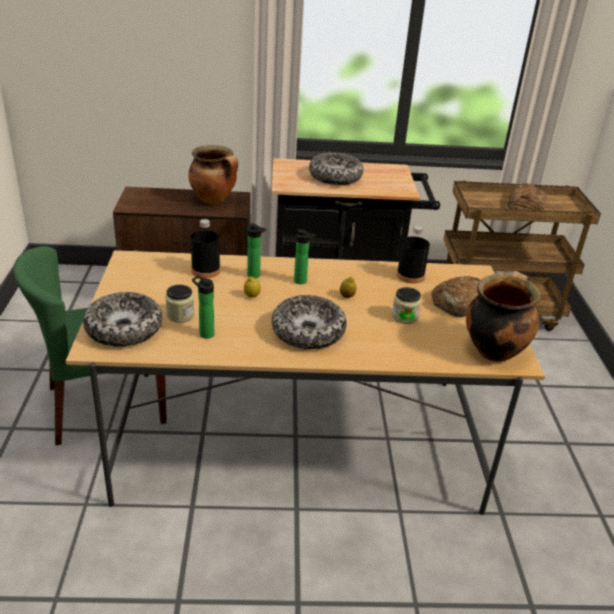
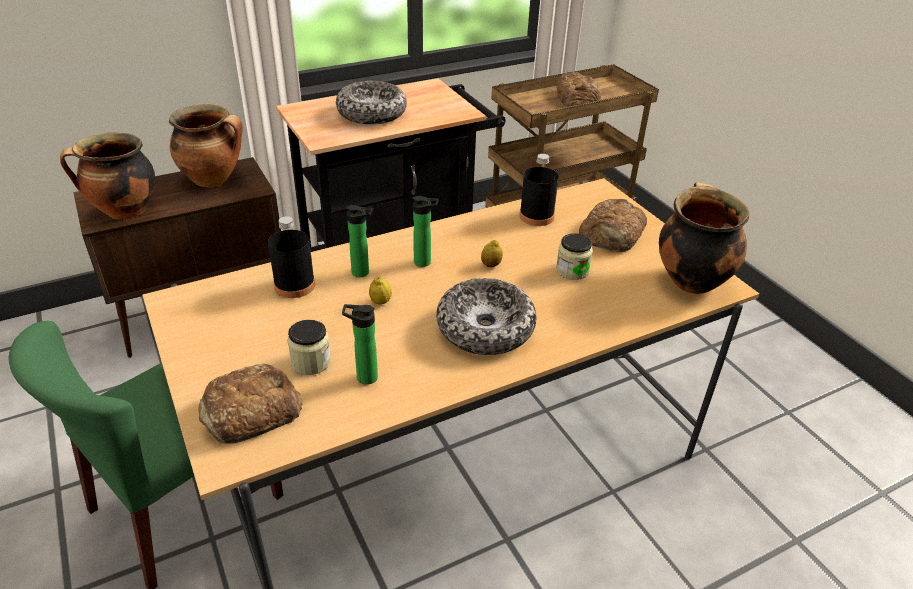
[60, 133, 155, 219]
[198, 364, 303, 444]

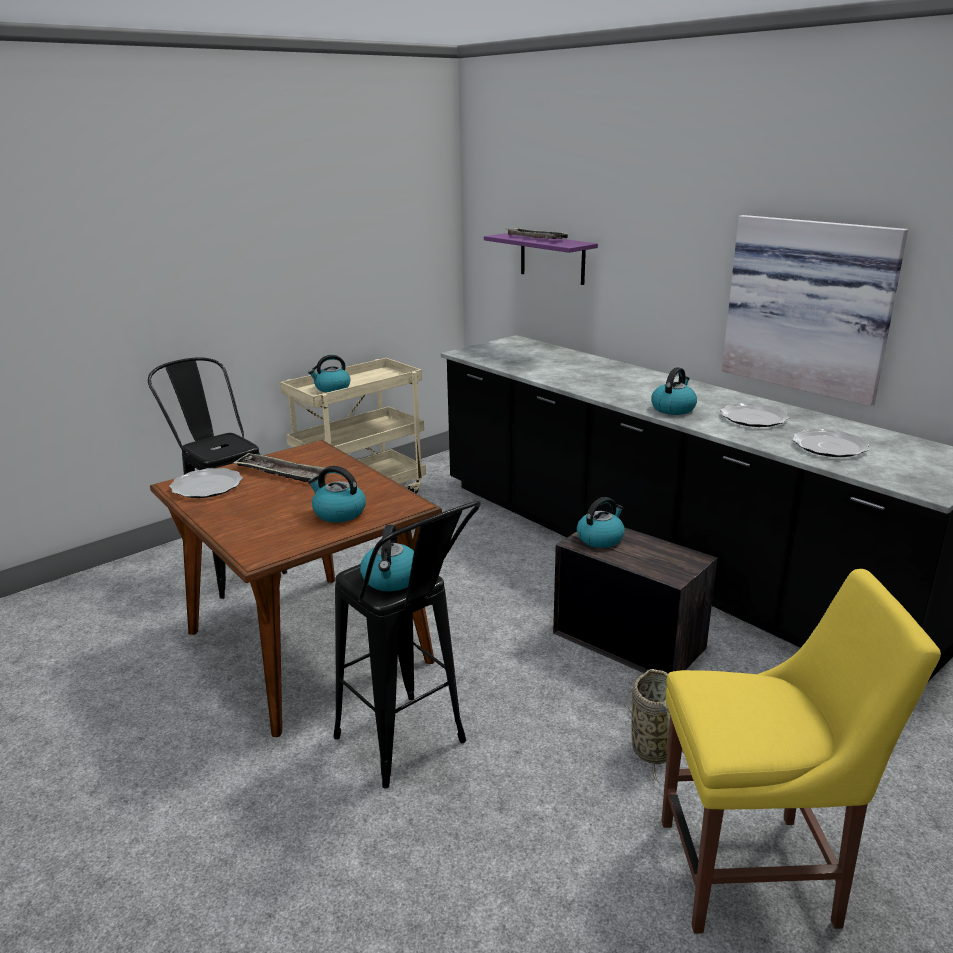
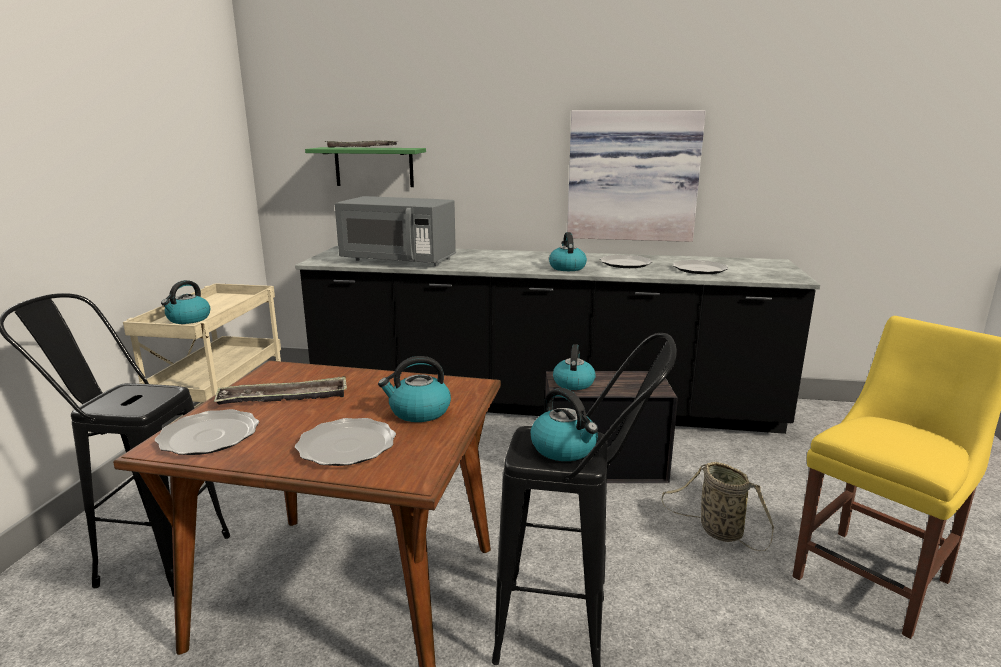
[295, 418, 396, 466]
[335, 196, 456, 266]
[305, 147, 426, 187]

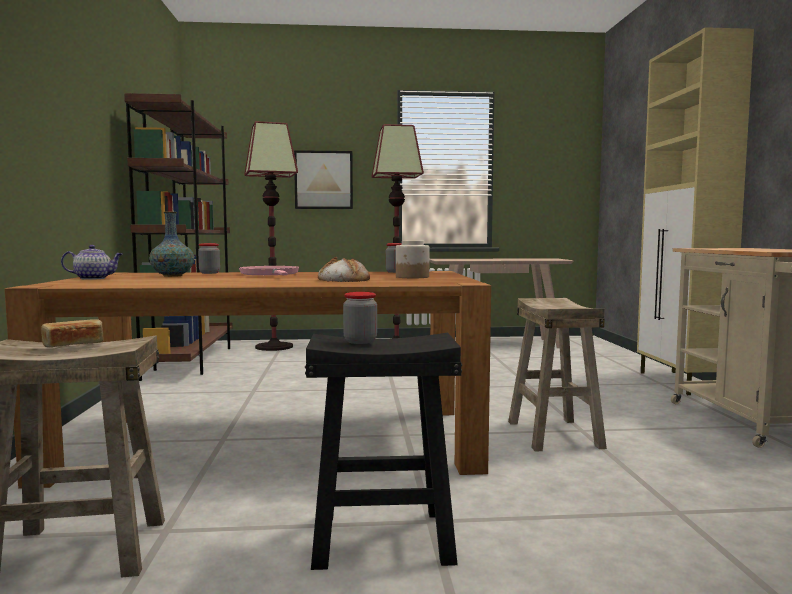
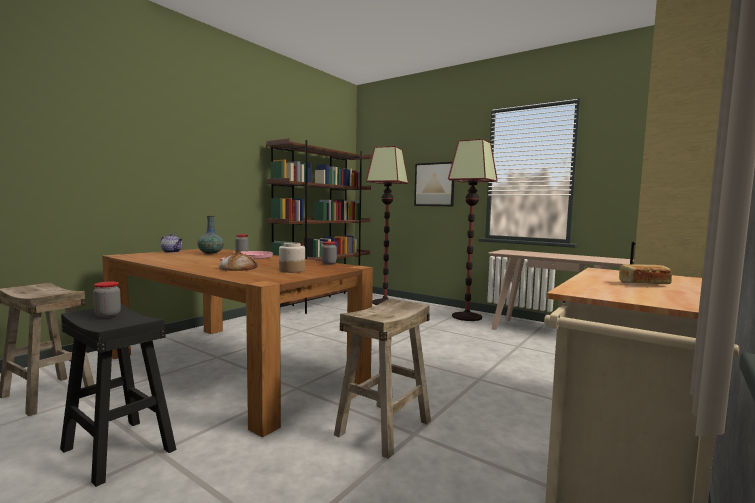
[619, 264, 672, 284]

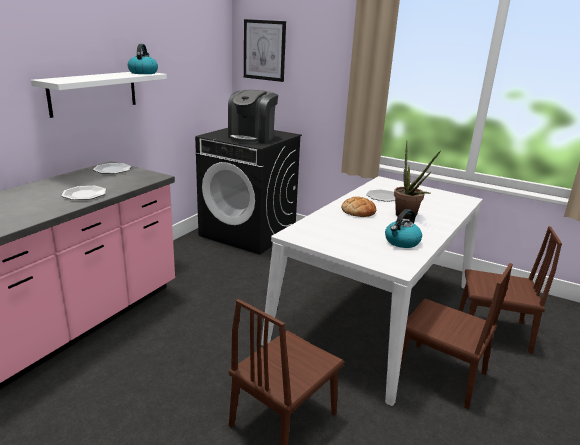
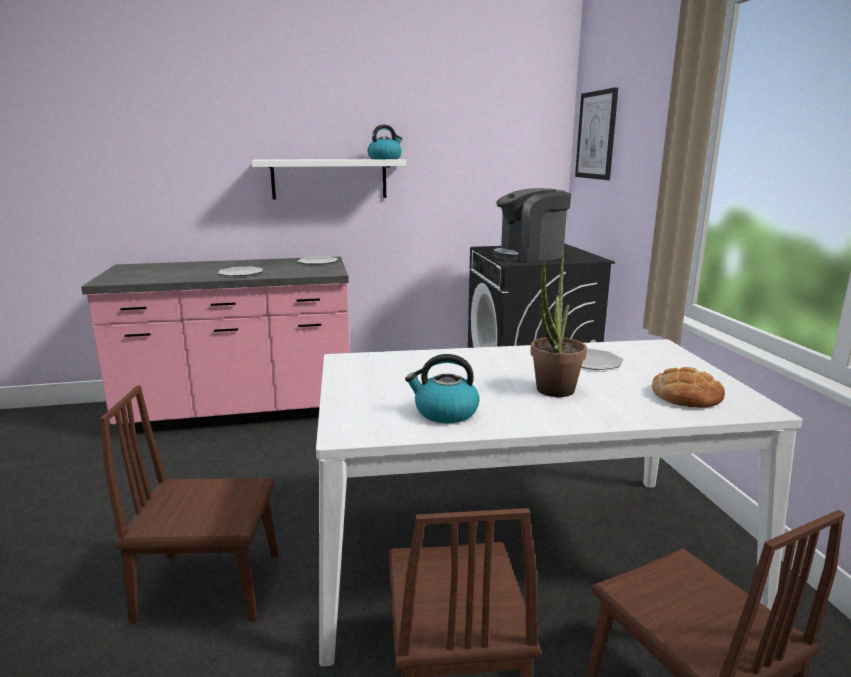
[652, 367, 725, 408]

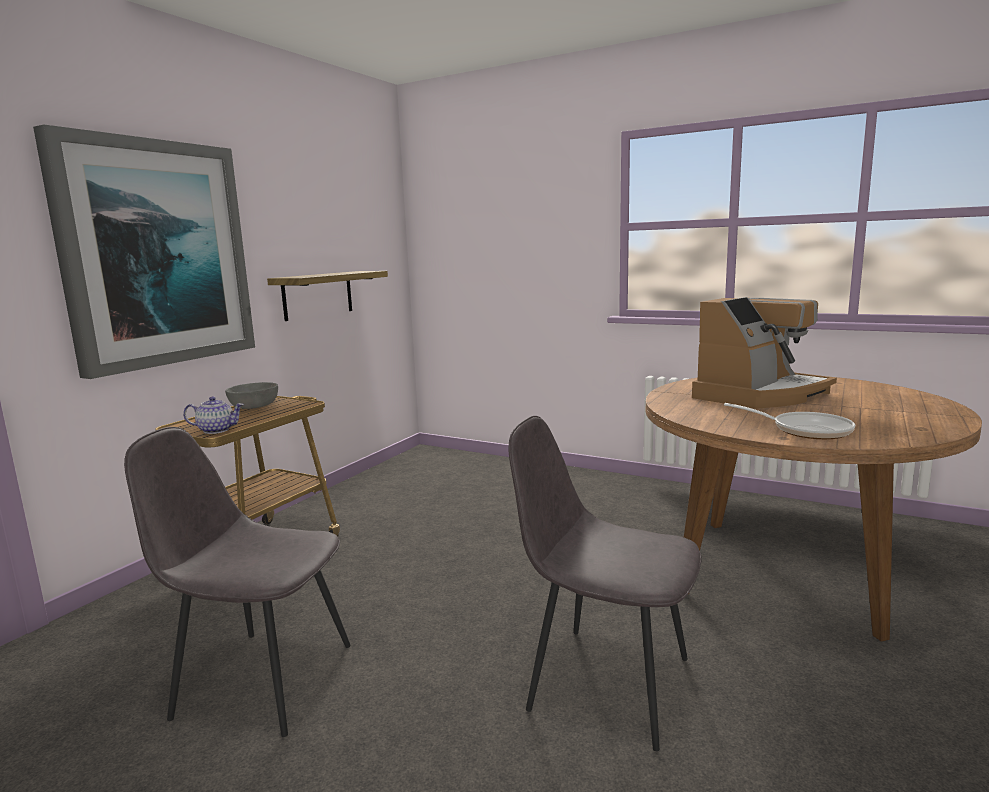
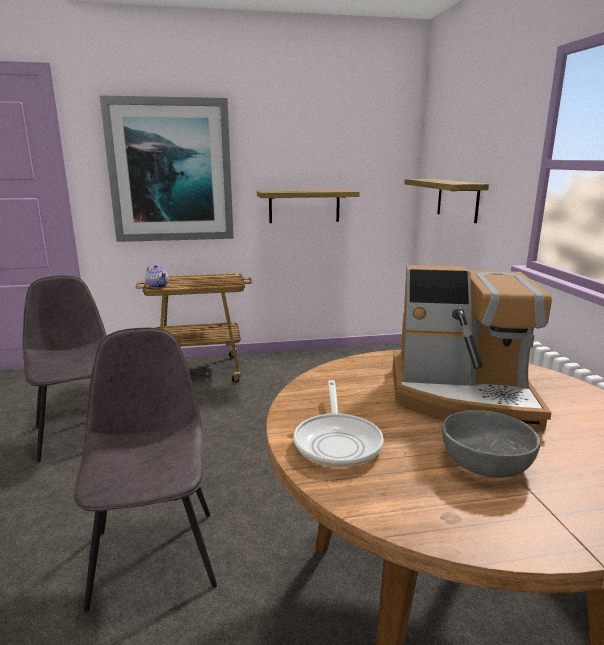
[404, 179, 489, 223]
[442, 410, 541, 478]

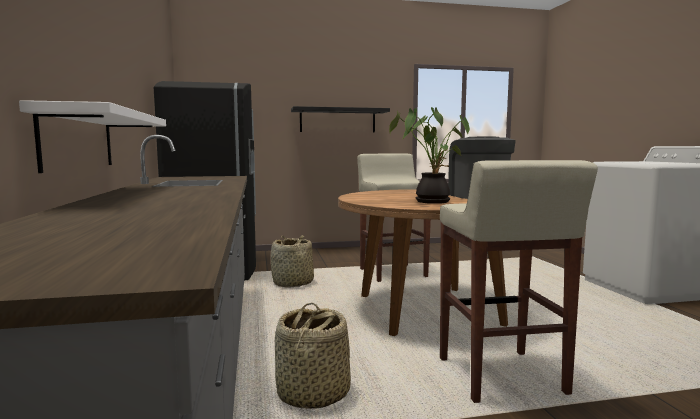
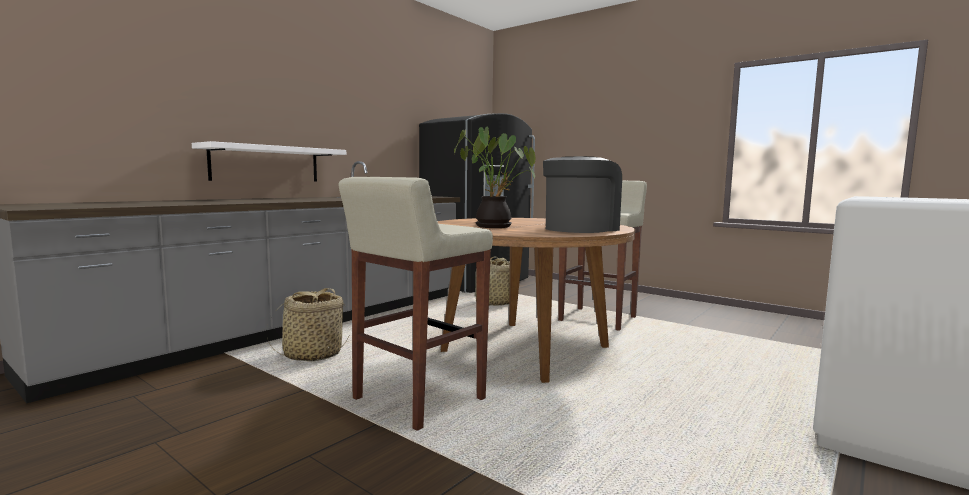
[291, 106, 390, 133] (first image)

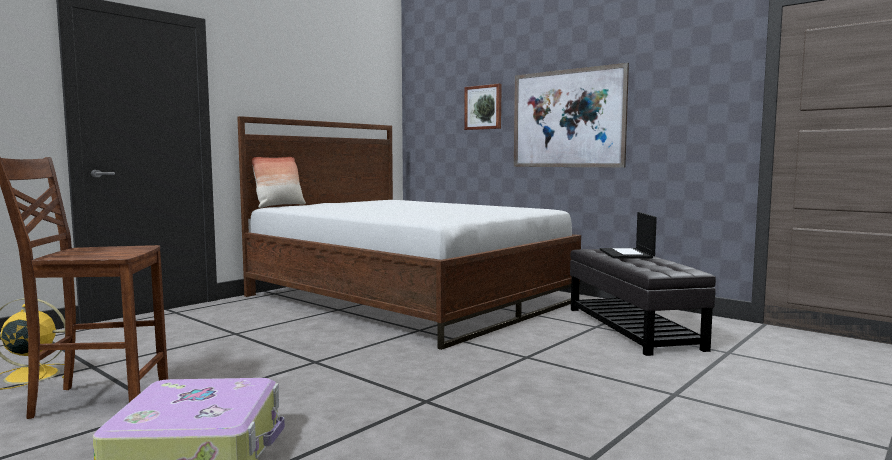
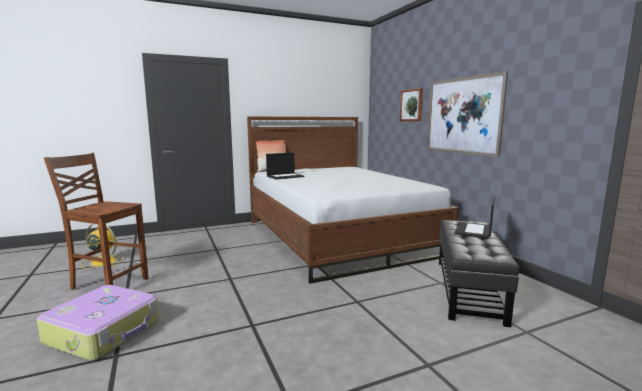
[266, 153, 304, 179]

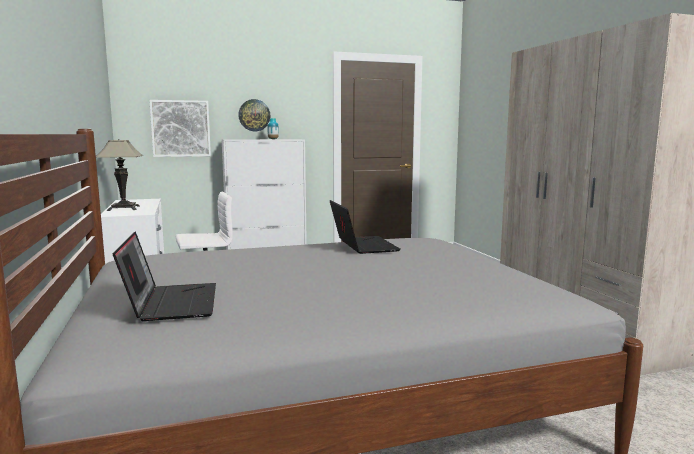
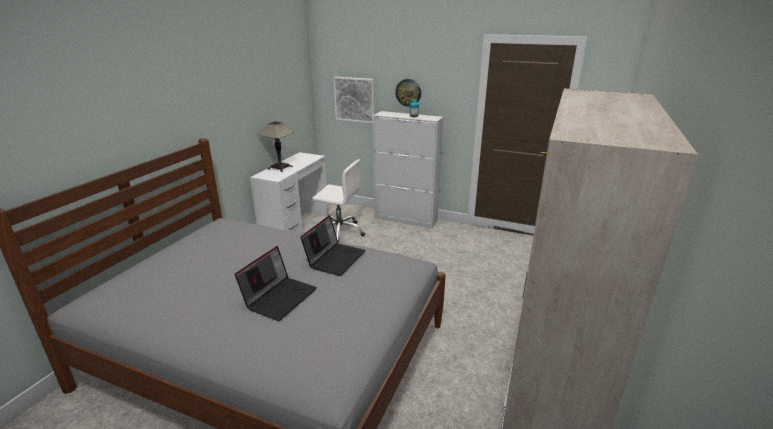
[235, 246, 317, 321]

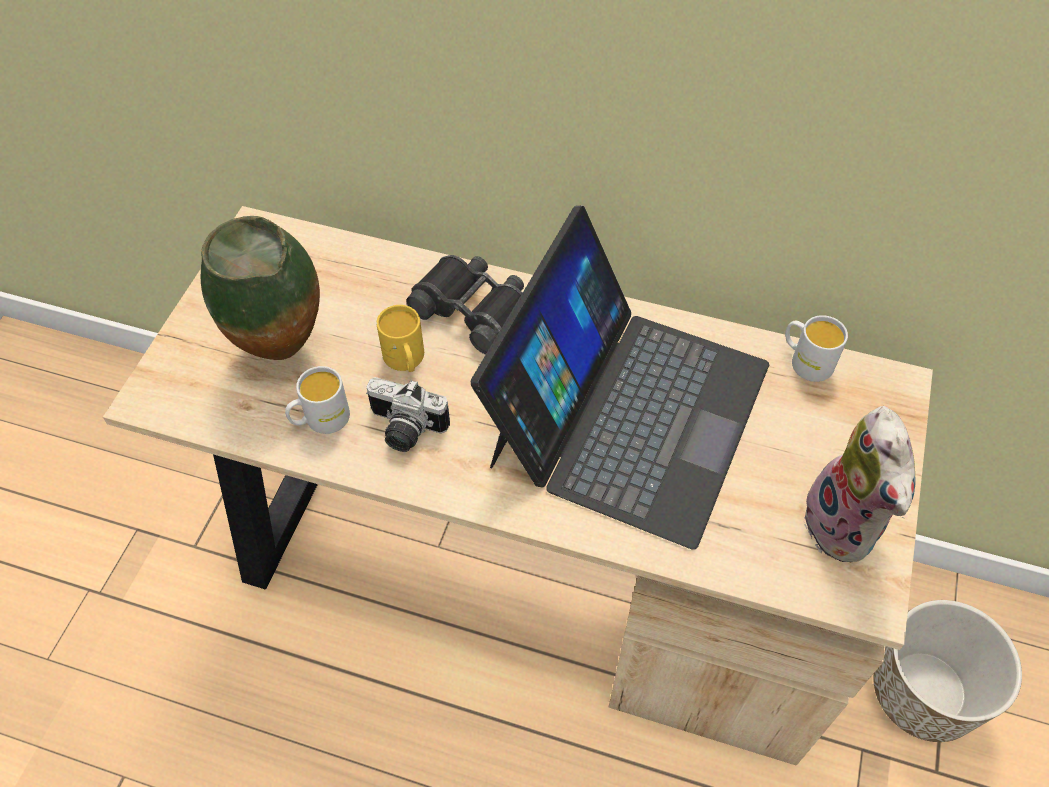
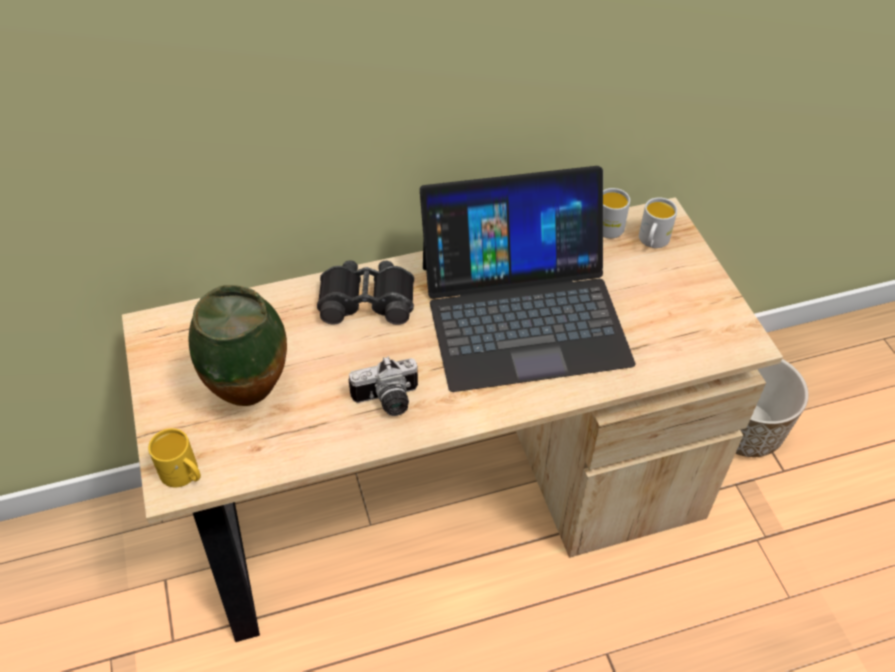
[804, 406, 916, 562] (first image)
[639, 197, 677, 248]
[148, 428, 201, 487]
[420, 166, 636, 392]

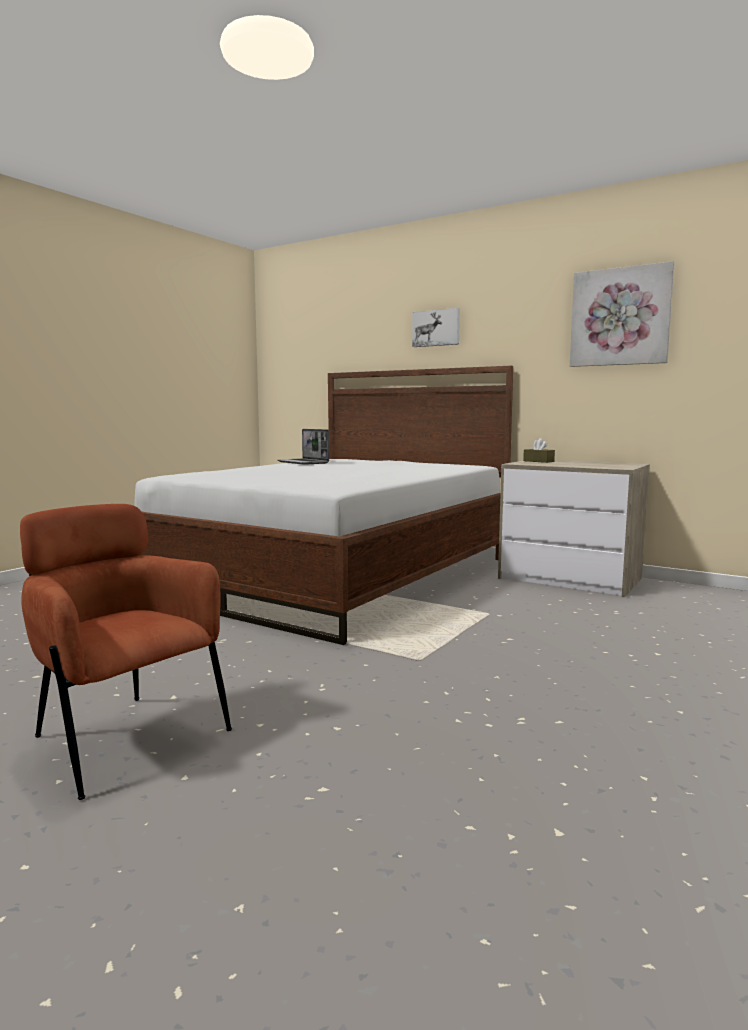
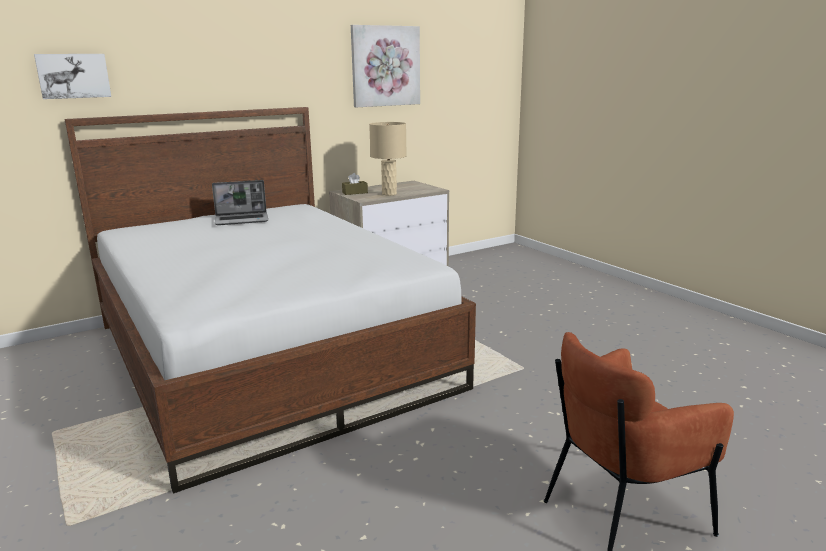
[369, 122, 407, 195]
[212, 180, 268, 225]
[34, 54, 111, 99]

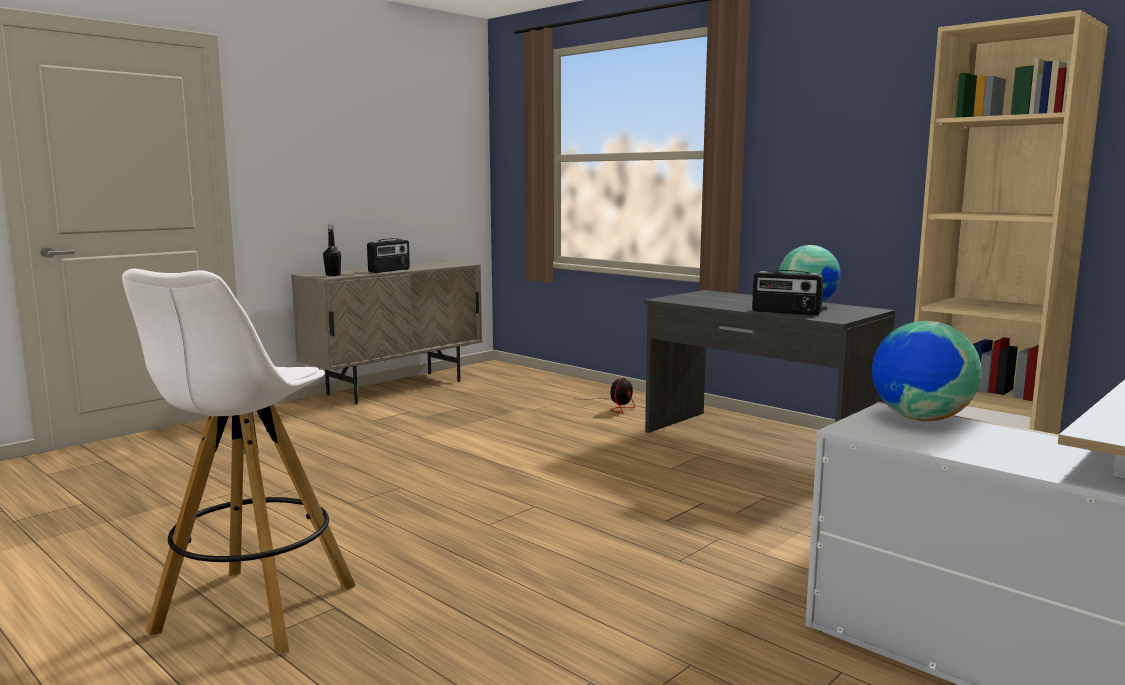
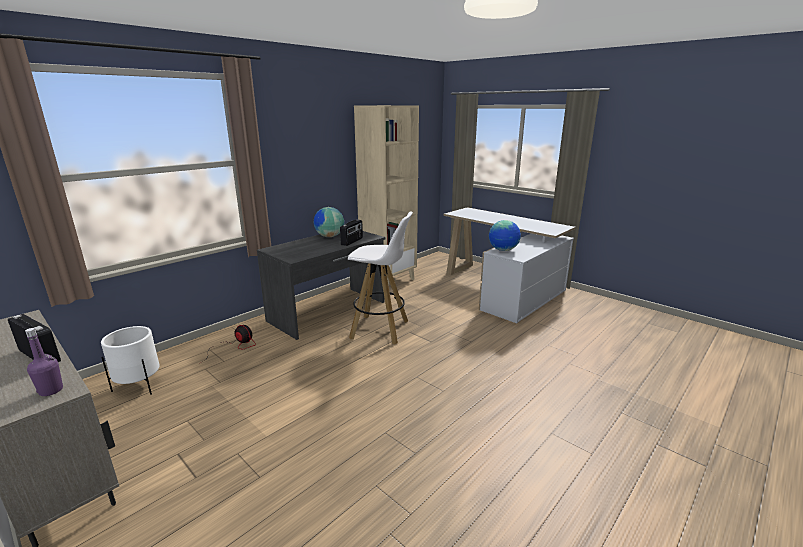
[101, 326, 160, 395]
[348, 211, 413, 345]
[25, 328, 63, 396]

